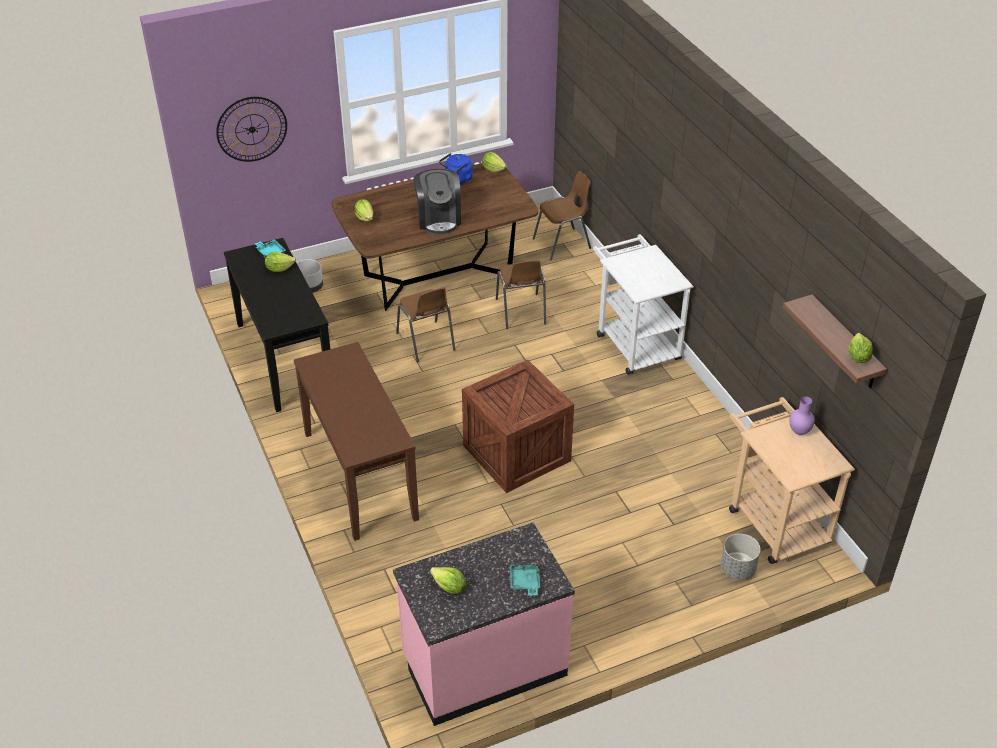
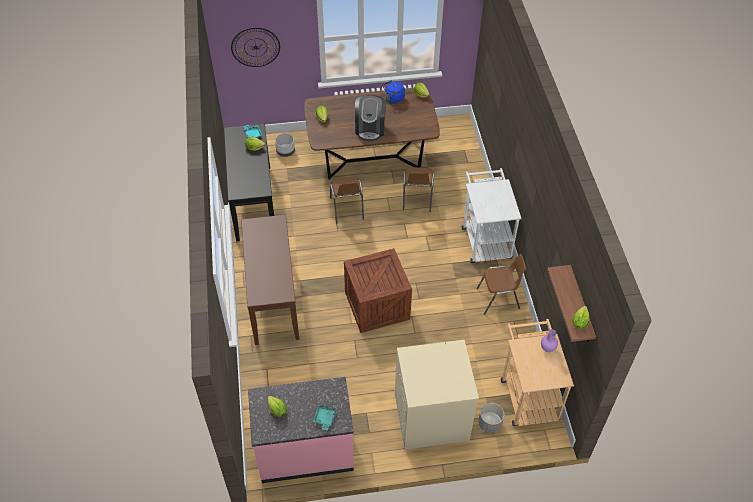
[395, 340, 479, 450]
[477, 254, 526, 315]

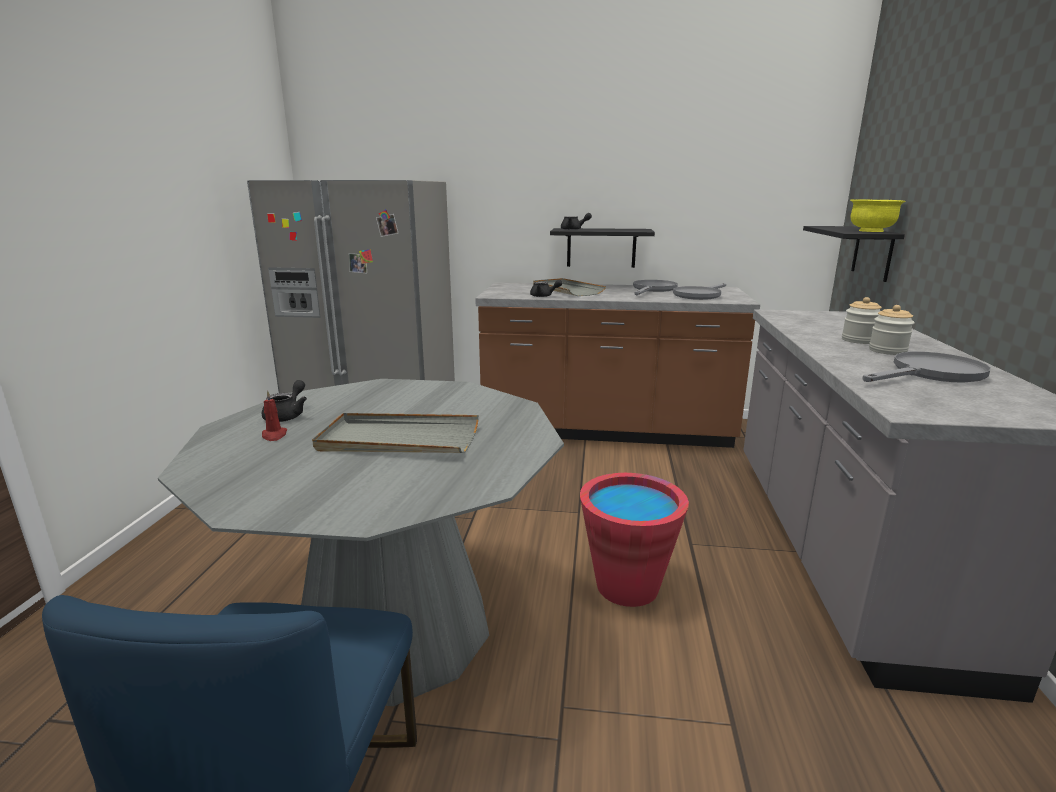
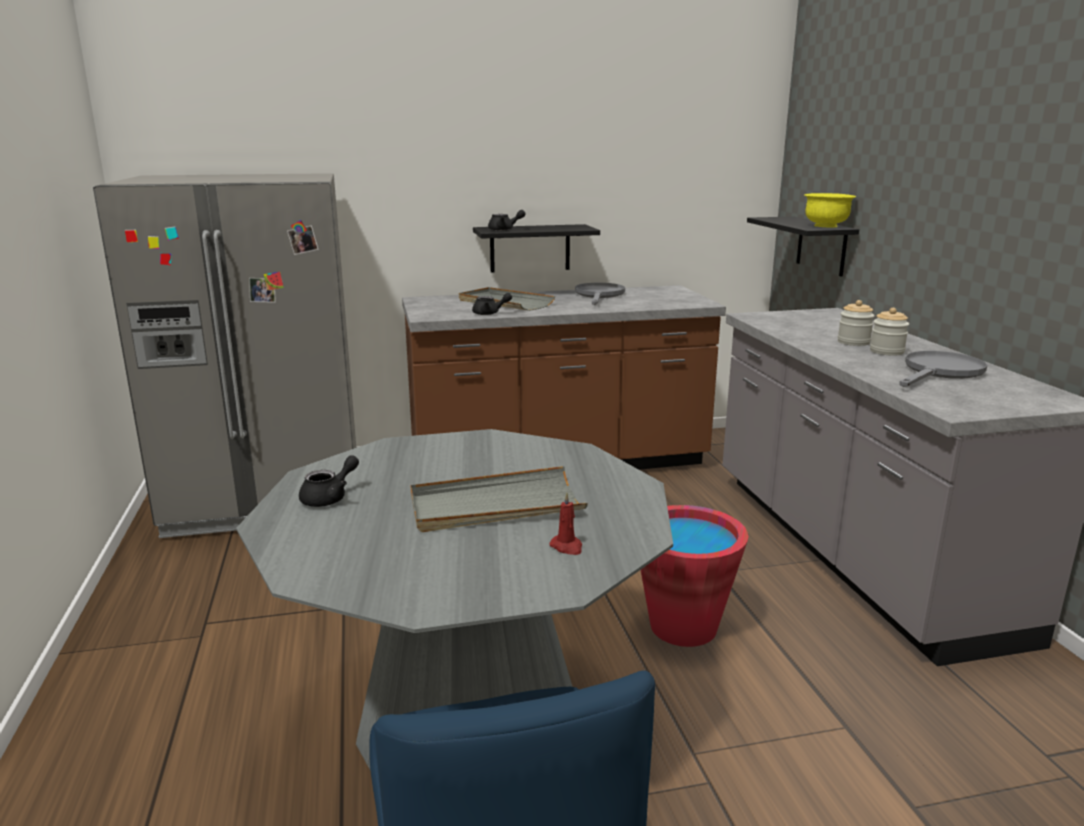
[673, 283, 726, 300] (first image)
[549, 492, 582, 555]
[299, 455, 359, 507]

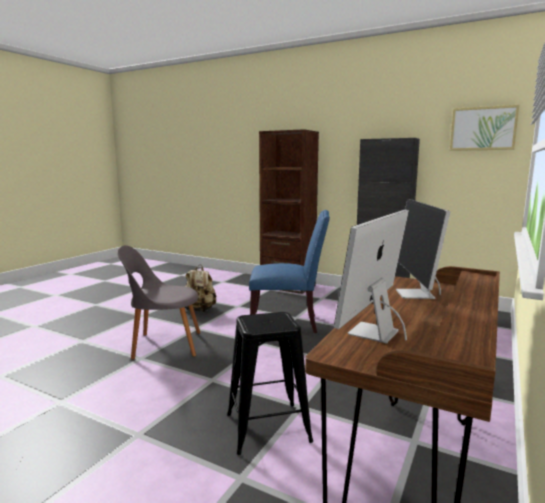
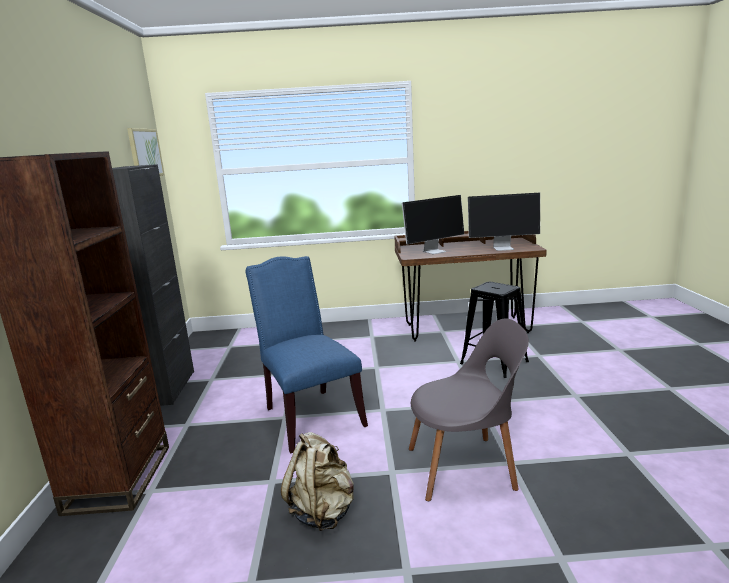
[409, 318, 529, 501]

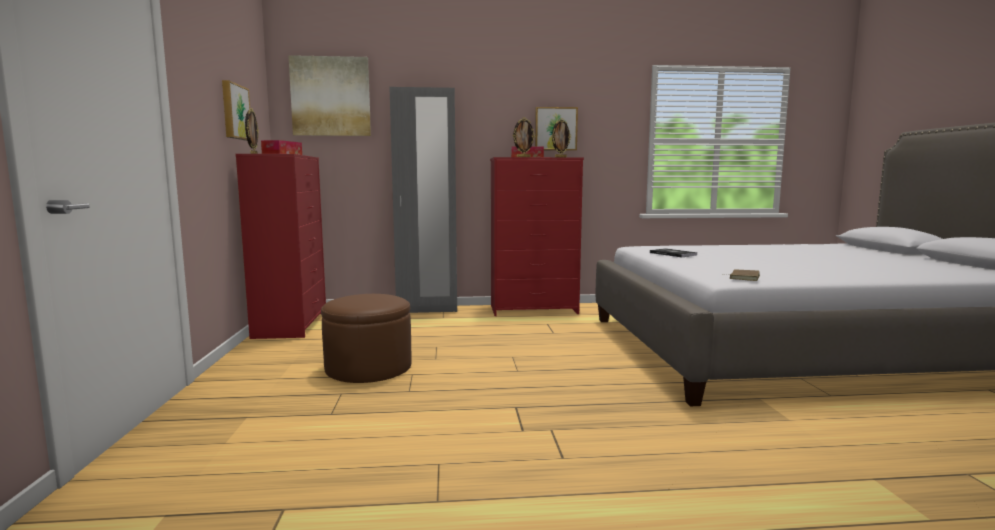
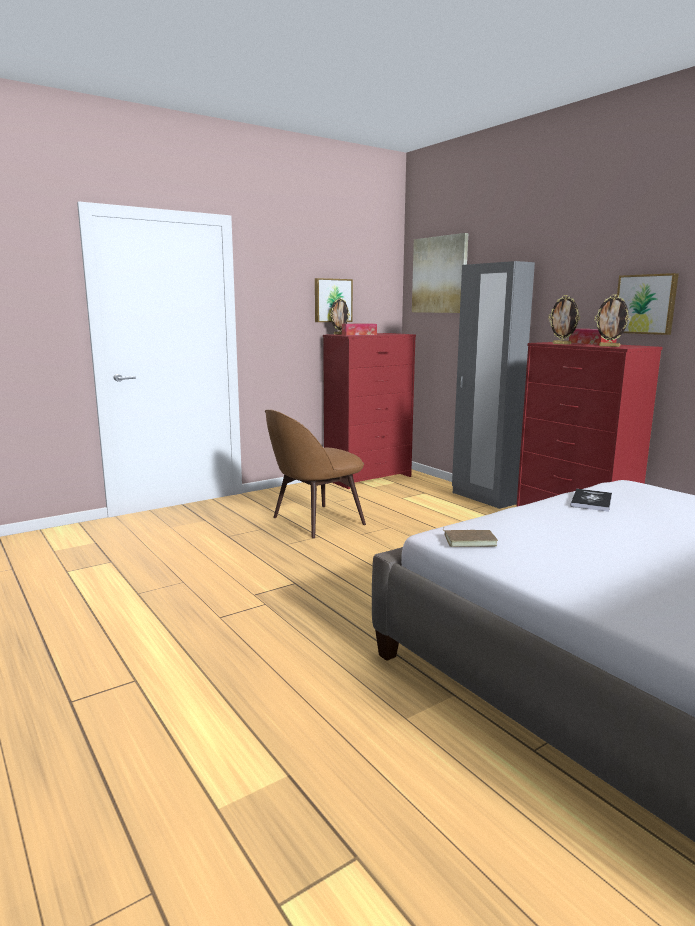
[265, 409, 366, 538]

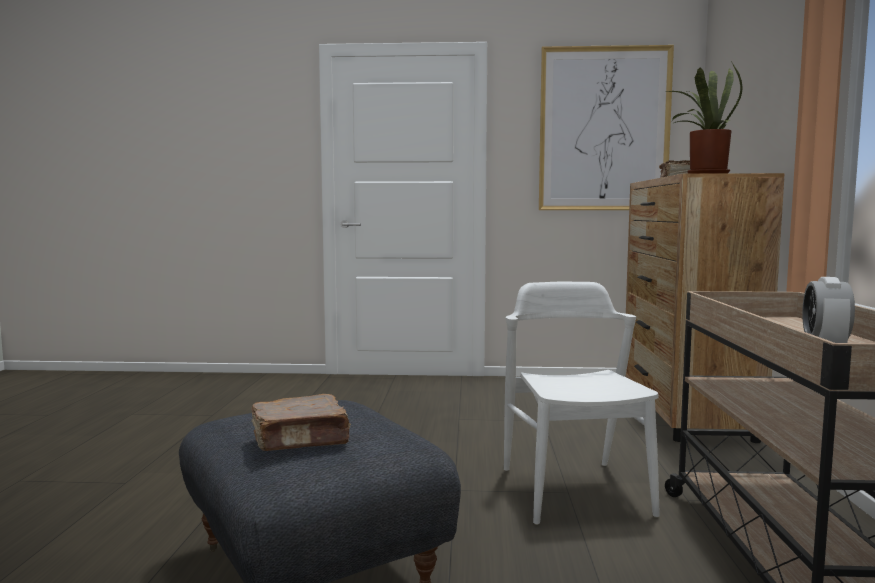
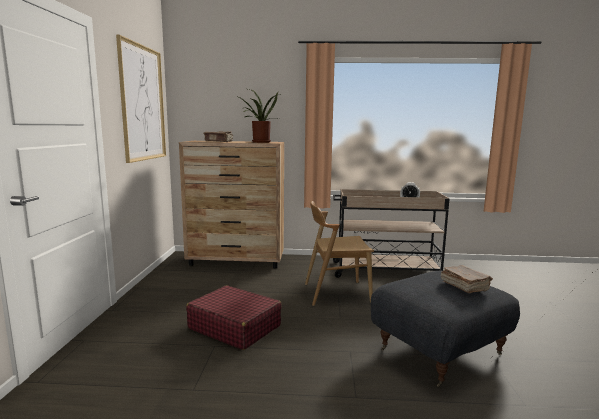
[186, 285, 282, 350]
[305, 201, 374, 306]

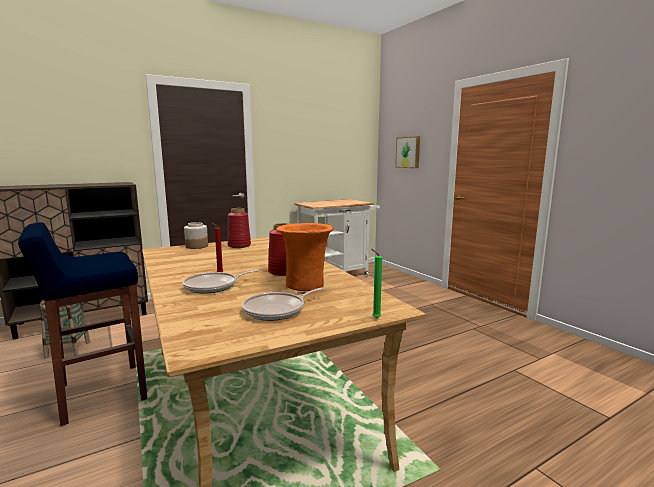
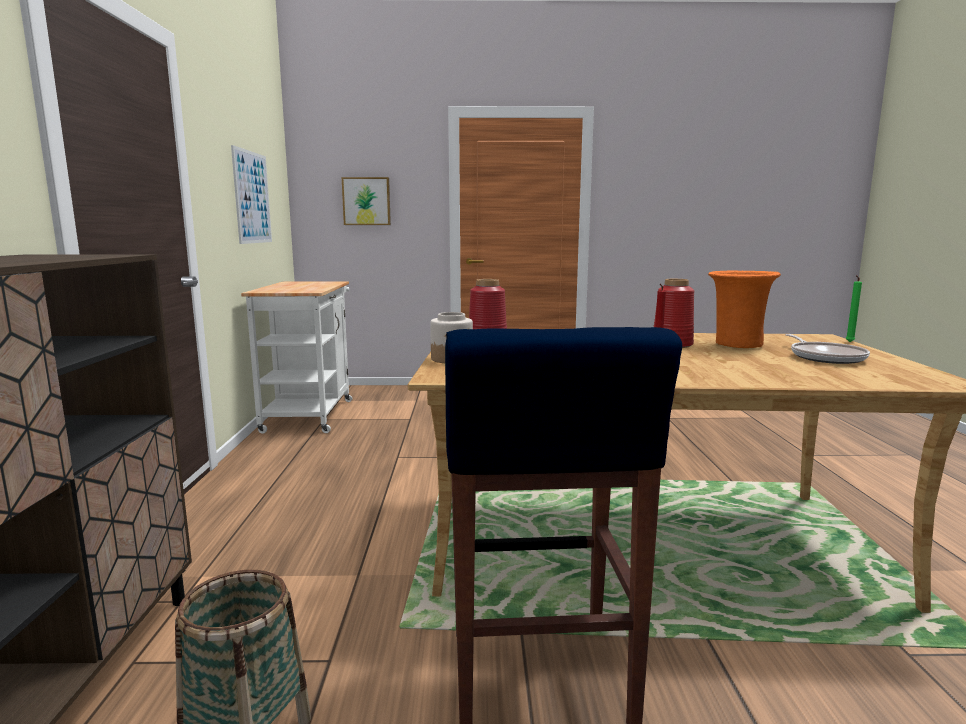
[182, 270, 259, 294] (first image)
[231, 145, 272, 244]

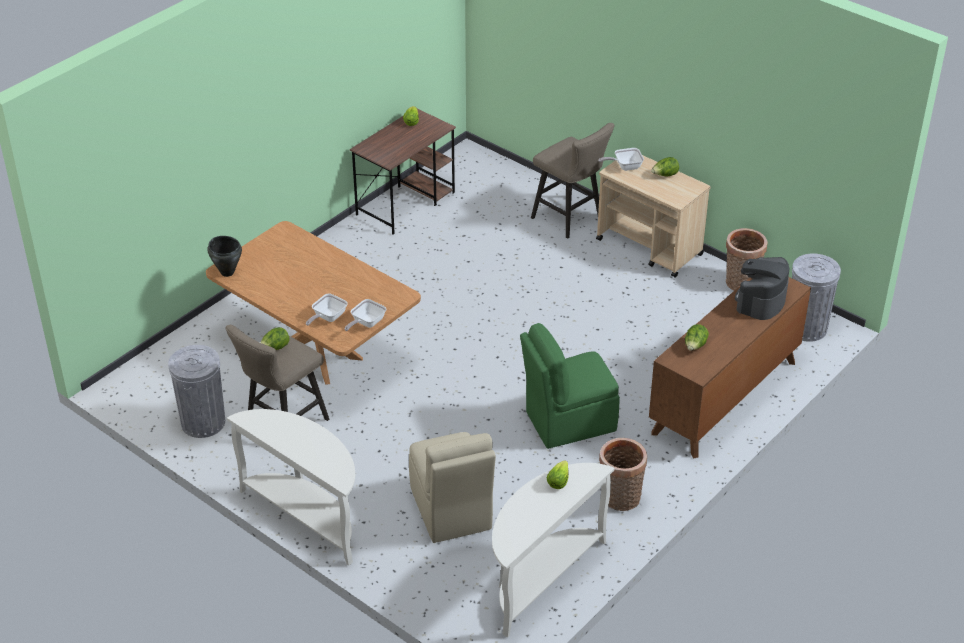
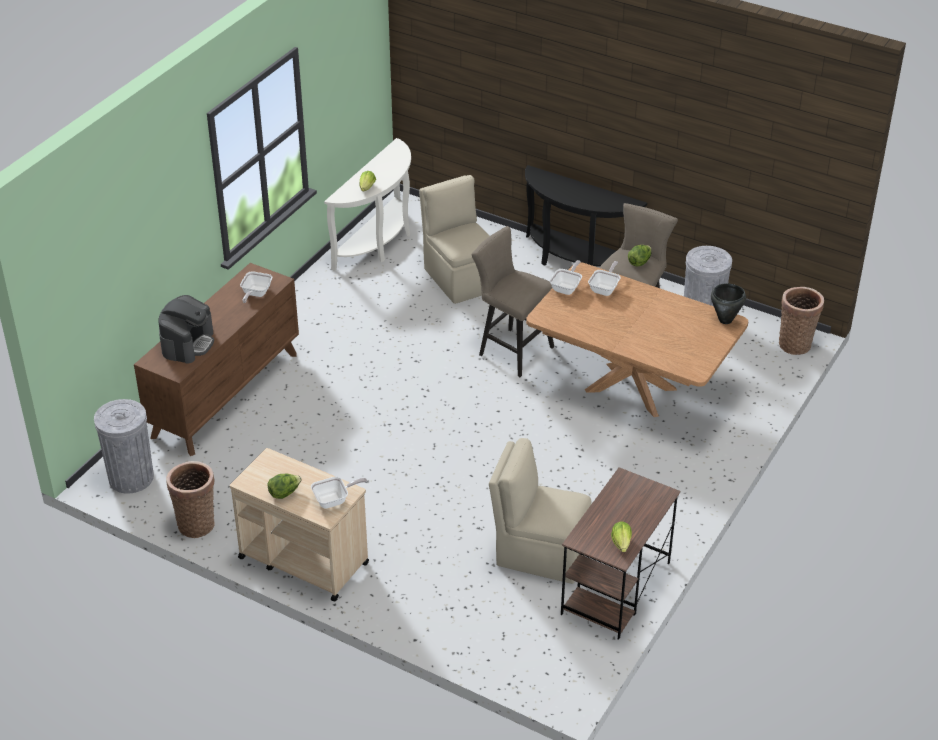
[520, 323, 620, 449] (first image)
[489, 438, 591, 584]
[472, 226, 554, 377]
[779, 287, 824, 355]
[240, 271, 273, 303]
[525, 165, 647, 267]

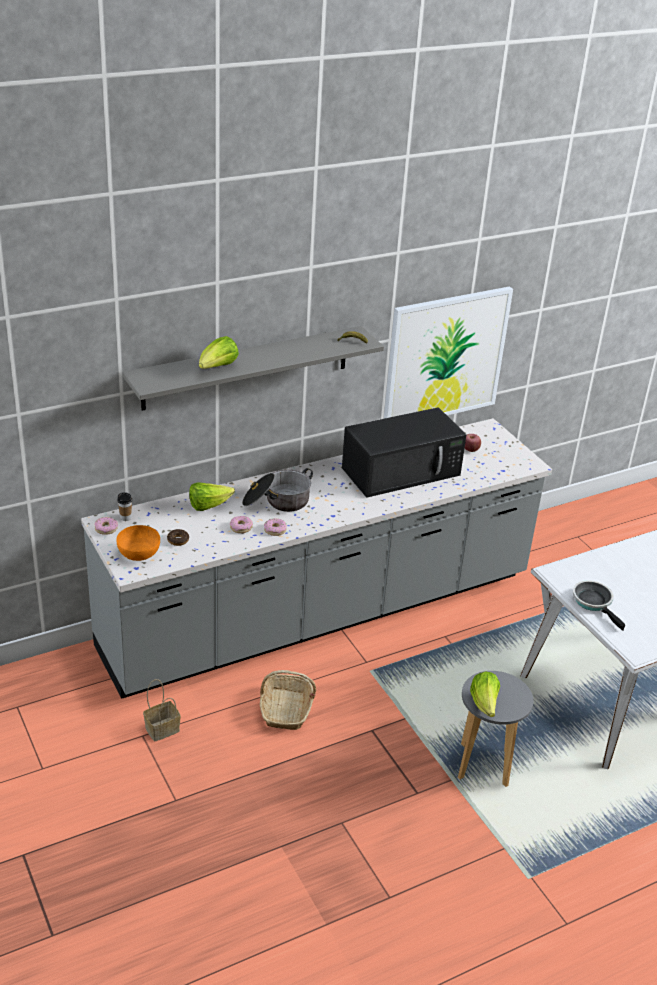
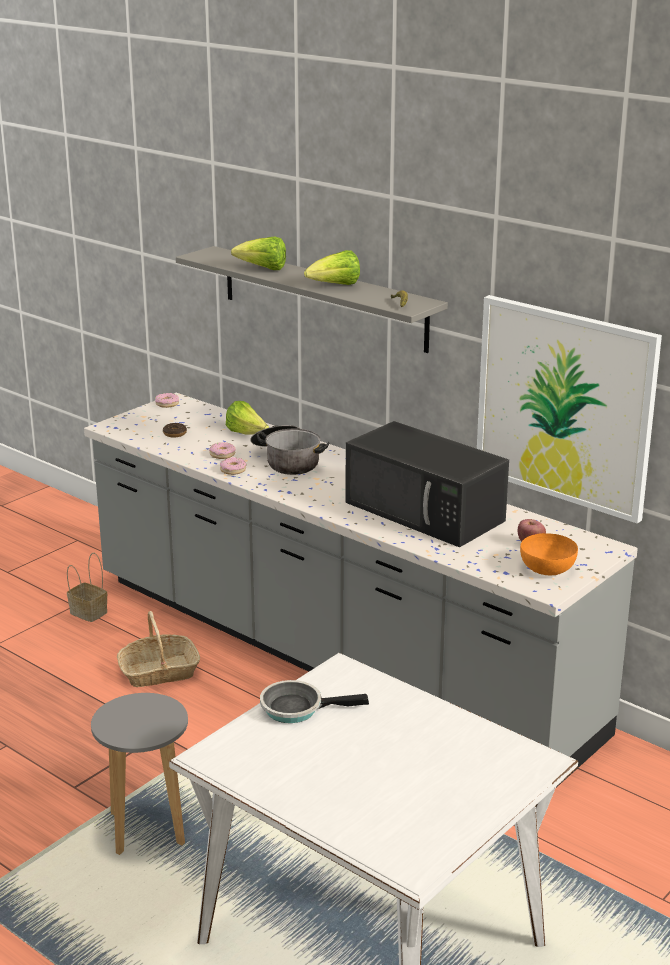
[117, 492, 132, 521] (first image)
[520, 533, 578, 575]
[304, 250, 360, 285]
[260, 680, 369, 723]

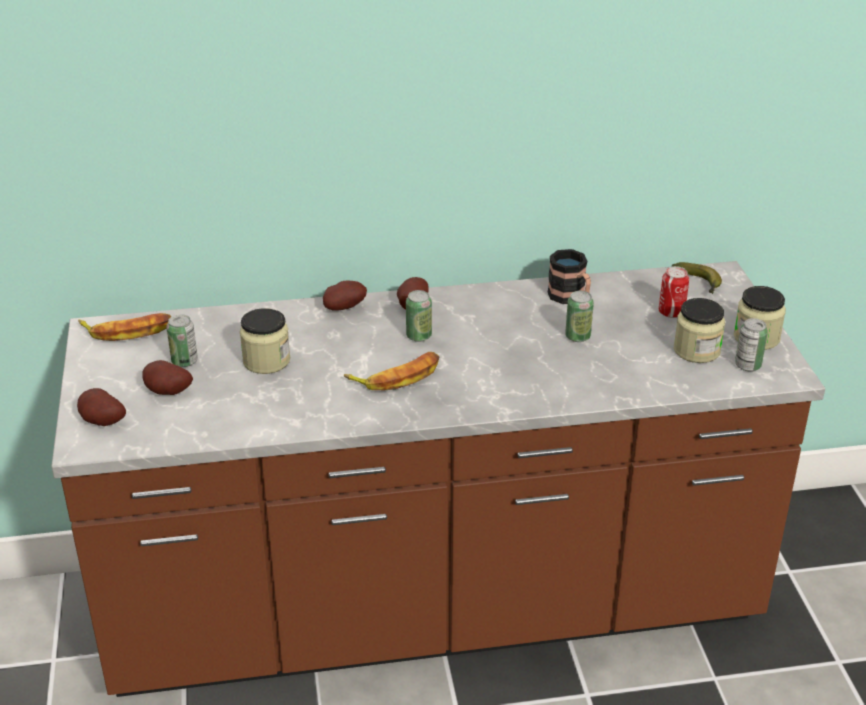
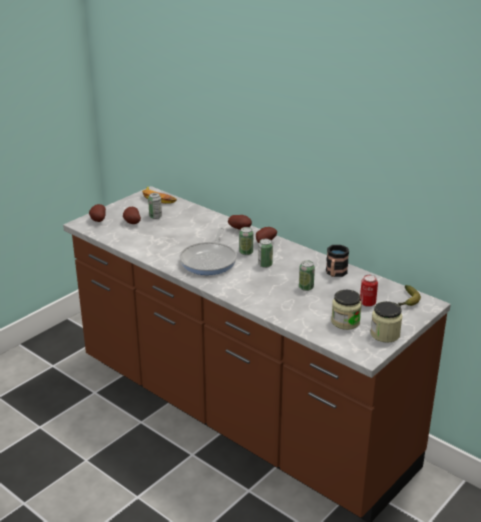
[240, 308, 290, 374] (first image)
[258, 239, 273, 268]
[180, 227, 237, 275]

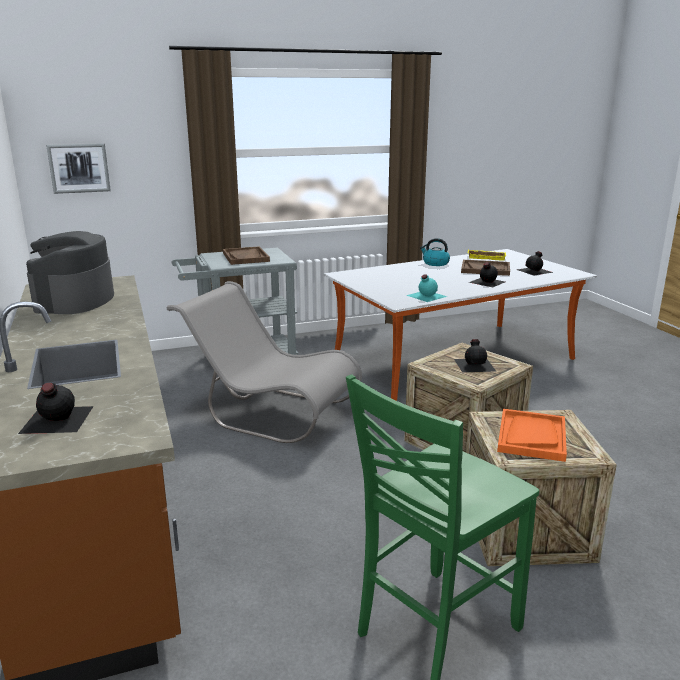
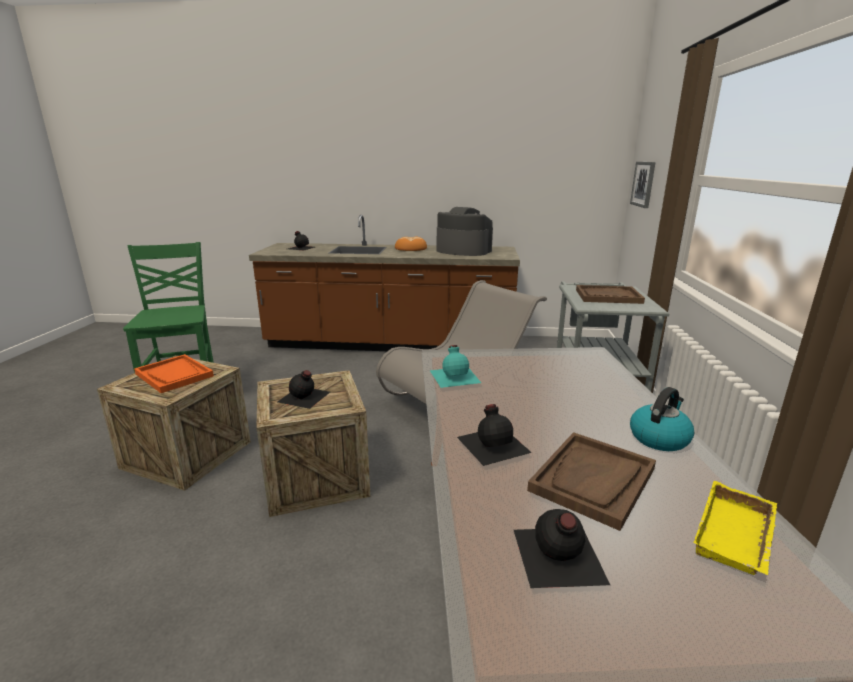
[395, 237, 427, 251]

